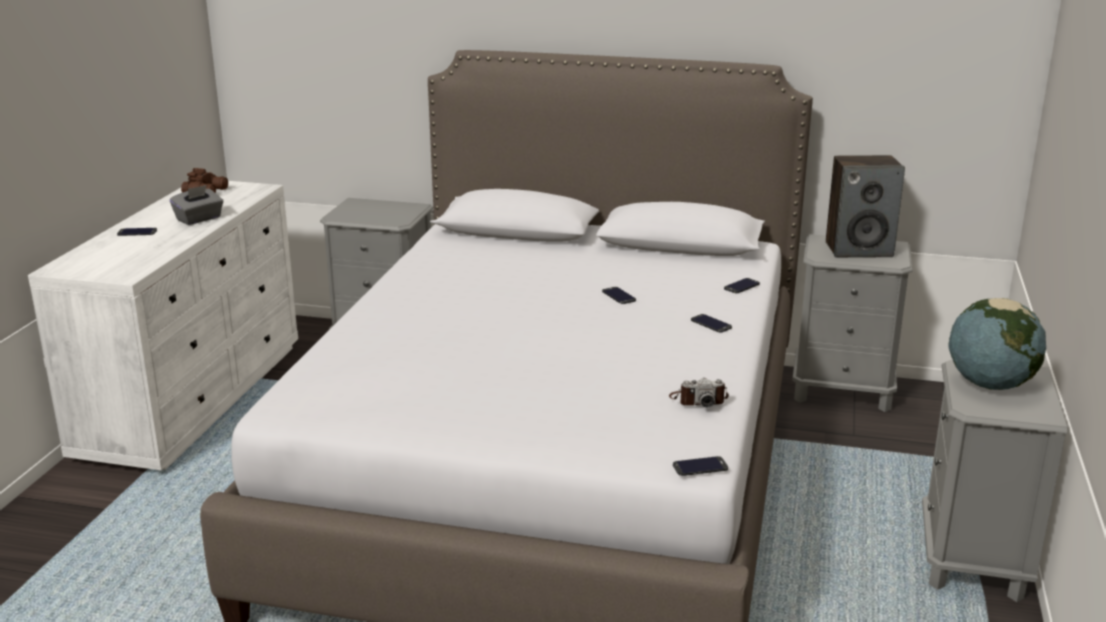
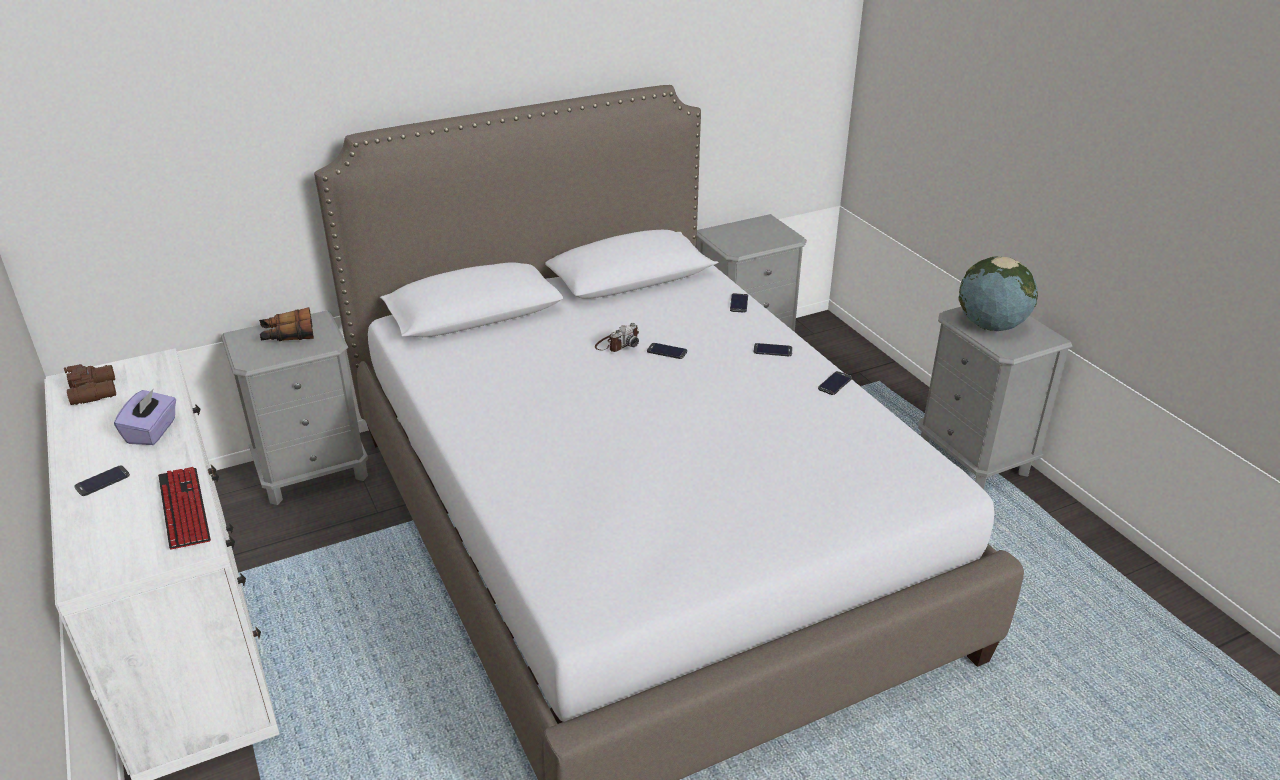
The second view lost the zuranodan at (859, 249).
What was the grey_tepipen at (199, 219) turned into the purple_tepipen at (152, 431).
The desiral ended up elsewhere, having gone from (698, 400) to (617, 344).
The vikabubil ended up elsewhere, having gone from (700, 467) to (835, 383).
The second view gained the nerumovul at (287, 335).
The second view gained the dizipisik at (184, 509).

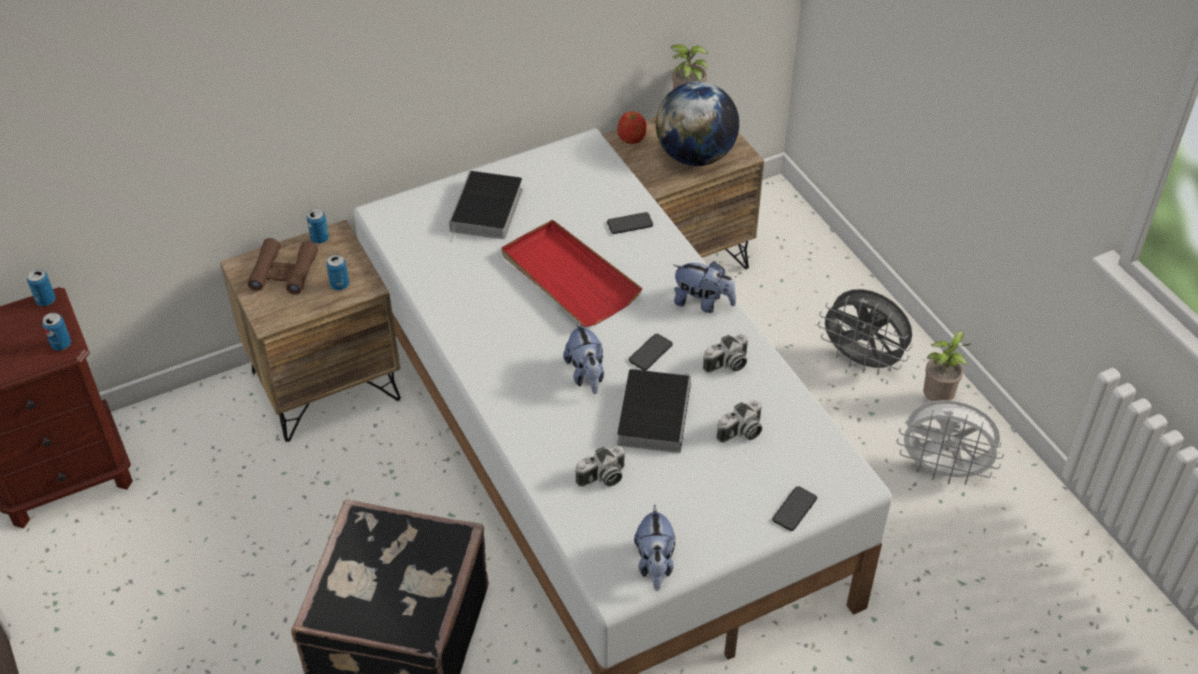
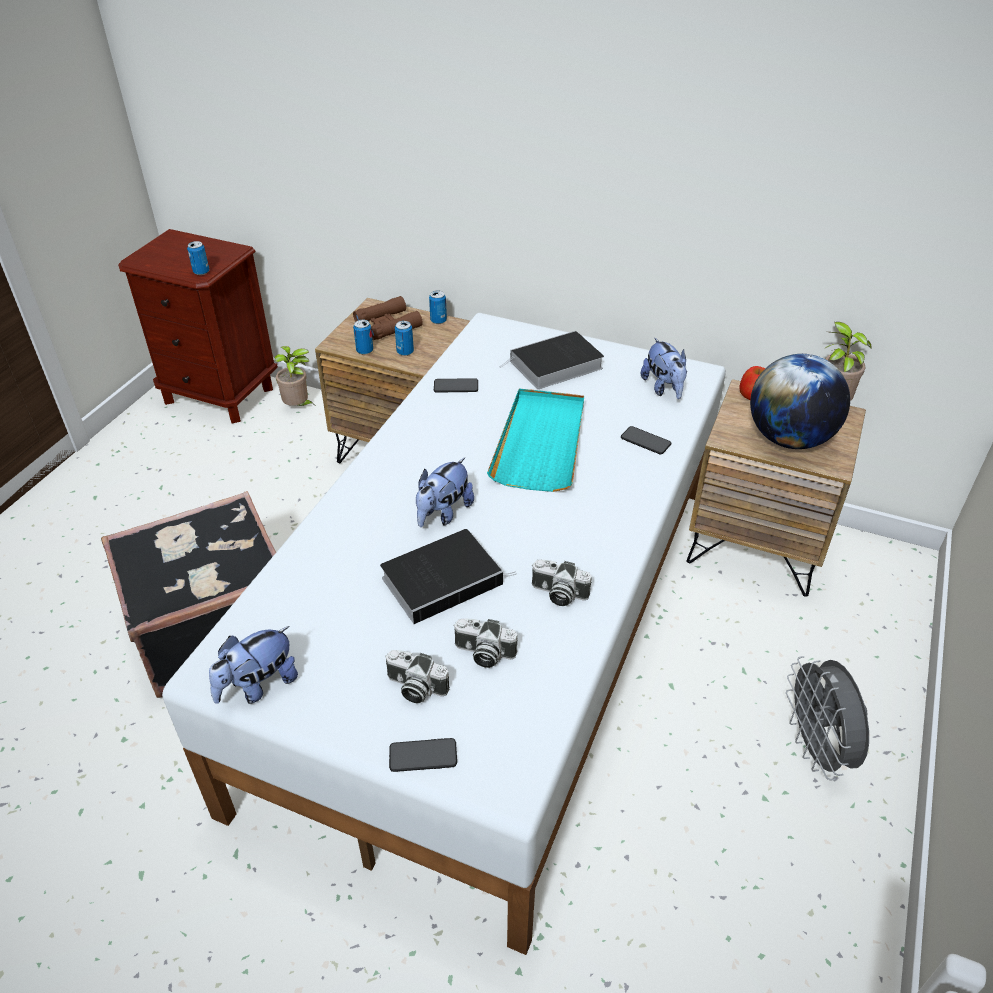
What was the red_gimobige at (568, 277) turned into the turquoise_gimobige at (540, 442).
The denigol ended up elsewhere, having gone from (702, 303) to (663, 388).
The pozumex ended up elsewhere, having gone from (46, 300) to (364, 351).
The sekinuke ended up elsewhere, having gone from (938, 399) to (298, 407).
The vikabubil ended up elsewhere, having gone from (650, 353) to (456, 386).
The second view lost the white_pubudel at (943, 470).
The desiral ended up elsewhere, having gone from (602, 478) to (414, 688).

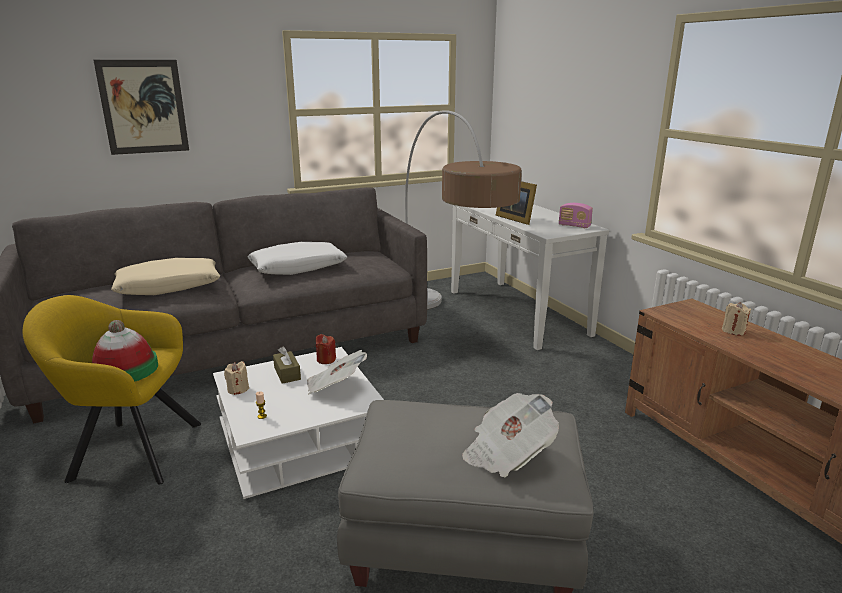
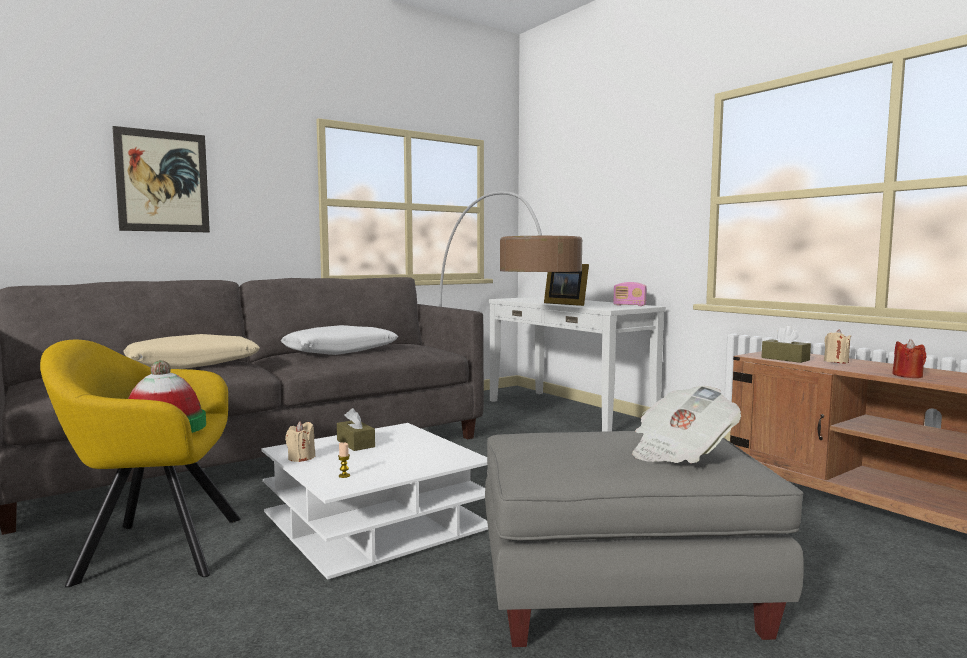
The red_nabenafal ended up elsewhere, having gone from (326, 360) to (907, 375).
The second view lost the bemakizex at (335, 387).
The second view gained the brown_tepipen at (785, 359).

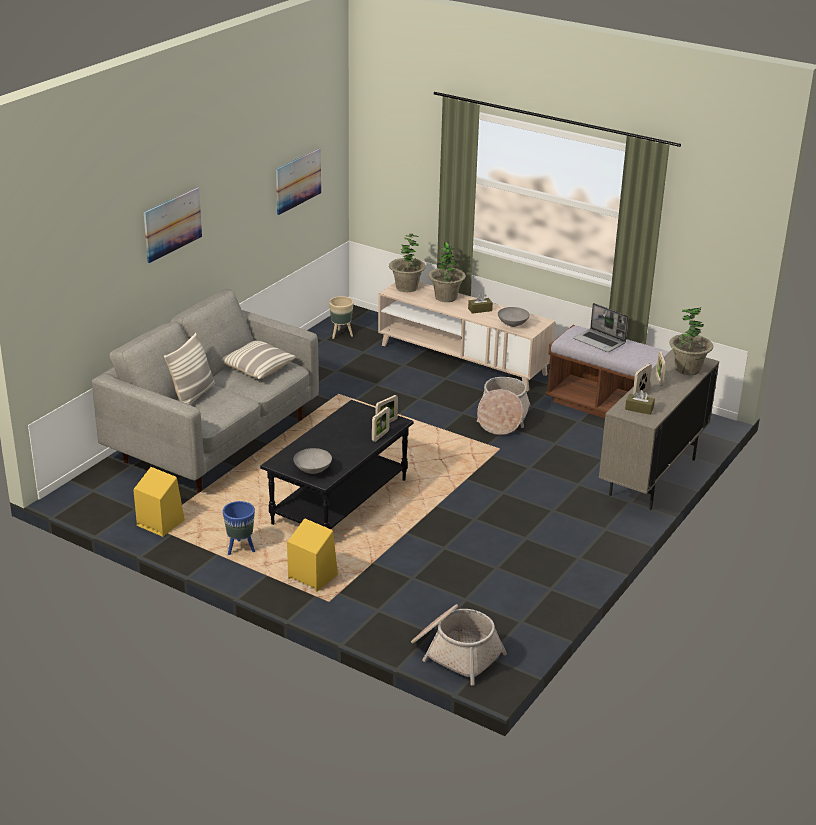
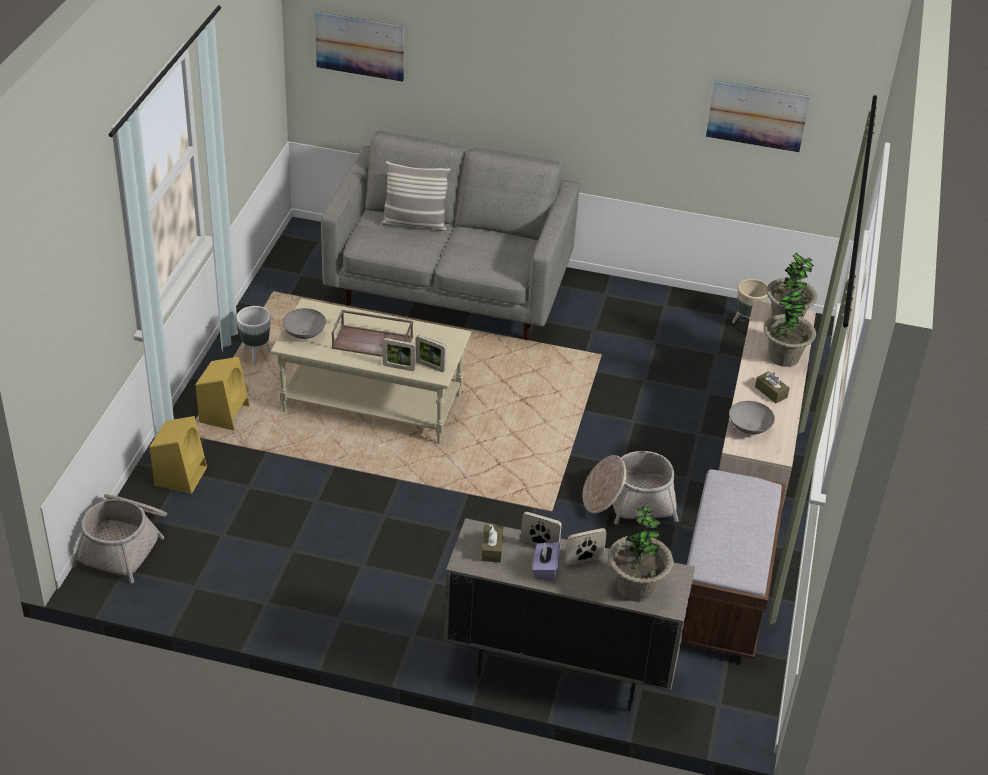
The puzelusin ended up elsewhere, having gone from (172, 224) to (360, 46).
The second view lost the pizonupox at (600, 341).
The second view lost the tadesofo at (257, 368).
What was the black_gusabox at (339, 501) turned into the beige_gusabox at (373, 403).
The yellow_zuranodan ended up elsewhere, having gone from (159, 523) to (181, 475).
What was the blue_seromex at (240, 549) turned into the white_seromex at (256, 355).
The second view gained the brown_gimobige at (373, 342).
The second view gained the purple_tepipen at (545, 568).

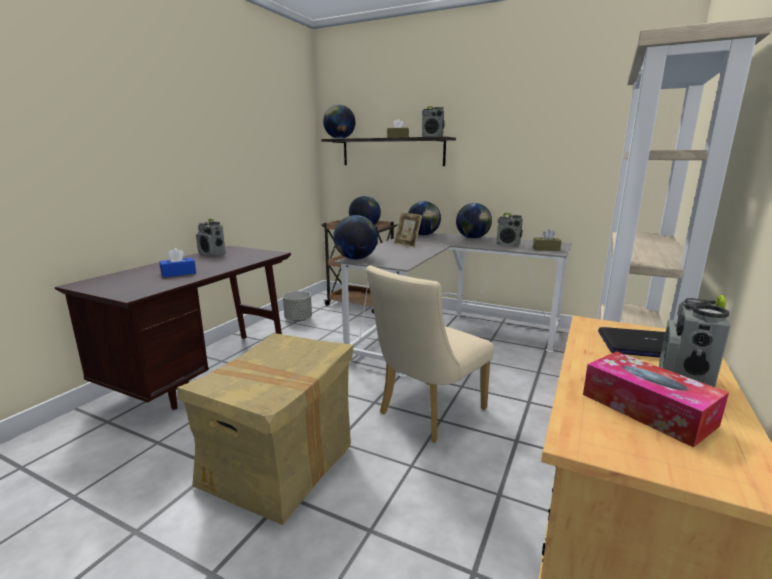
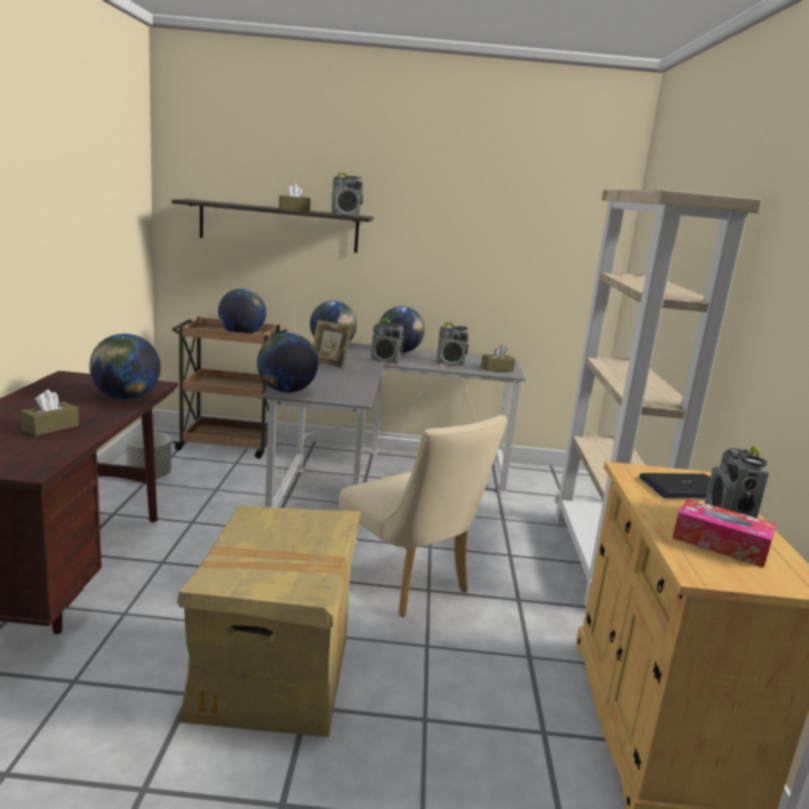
The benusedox ended up elsewhere, having gone from (339, 138) to (125, 398).
The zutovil ended up elsewhere, having gone from (212, 254) to (385, 360).
What was the blue_tepipen at (178, 273) turned into the brown_tepipen at (50, 427).
The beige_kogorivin at (426, 414) ended up facing another way, 60 degrees counterclockwise from before.

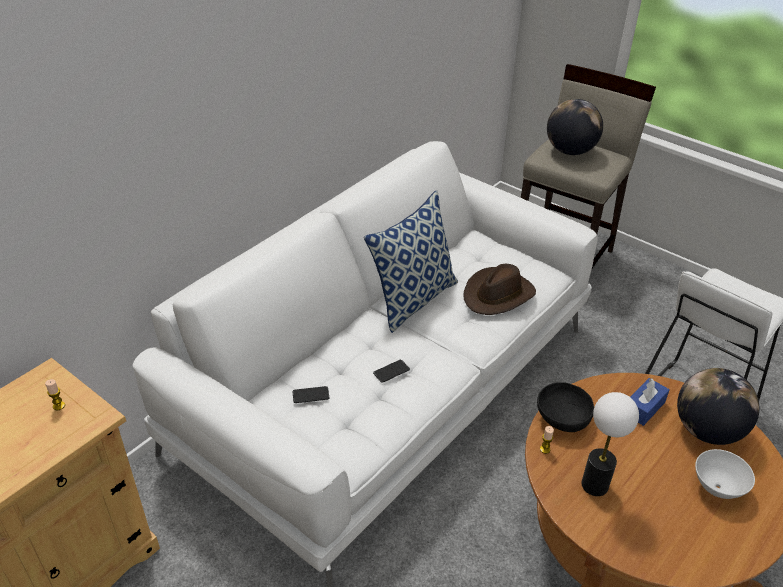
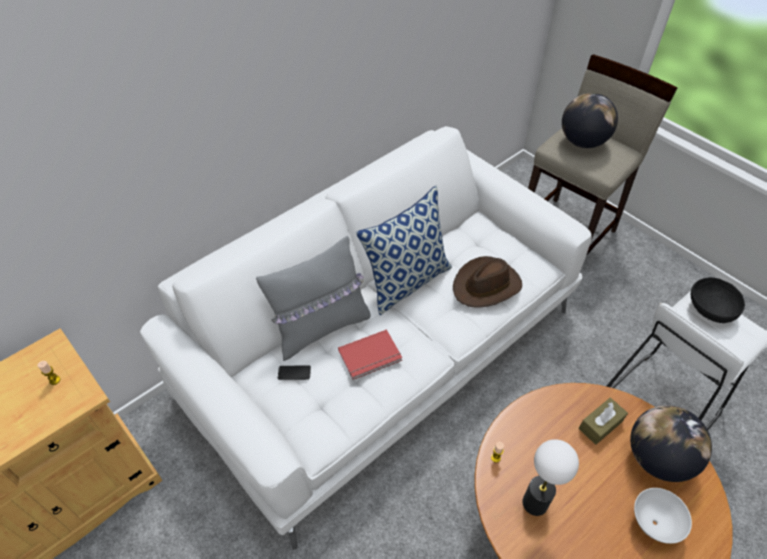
Where the vikabubil stood at (391, 371), the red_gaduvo came to stand at (371, 357).
What was the blue_tepipen at (644, 408) turned into the brown_tepipen at (600, 425).
The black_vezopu ended up elsewhere, having gone from (561, 418) to (709, 309).
The second view gained the grey_tadesofo at (321, 327).

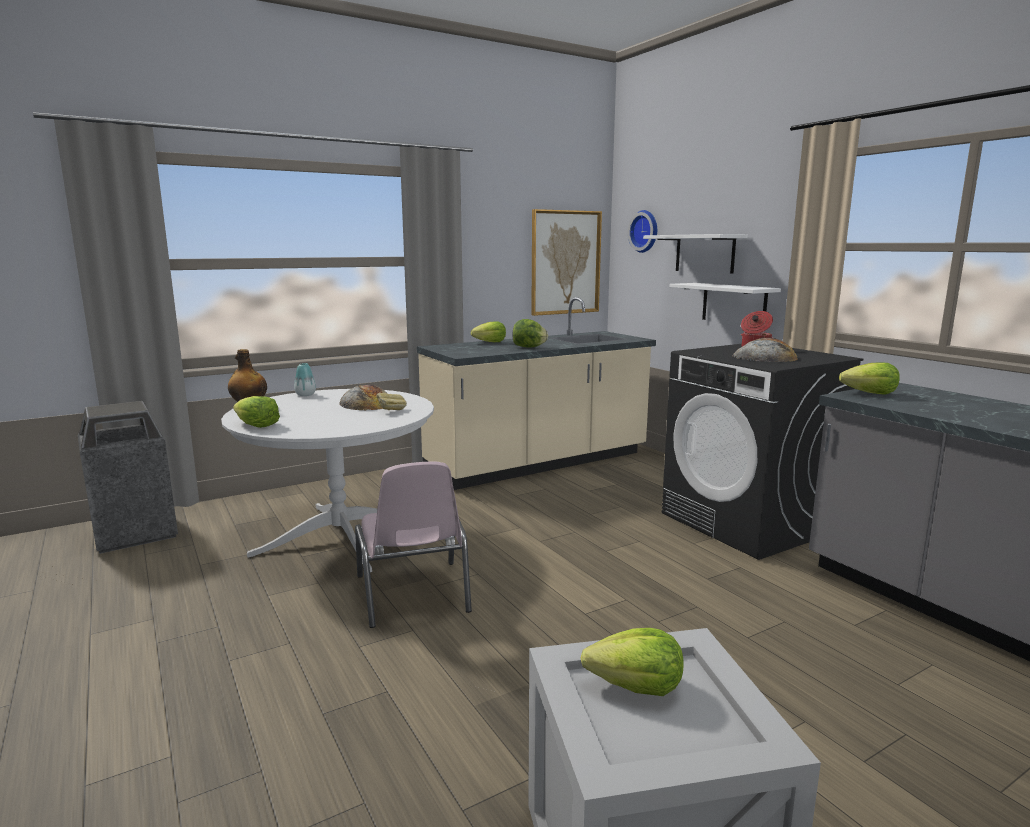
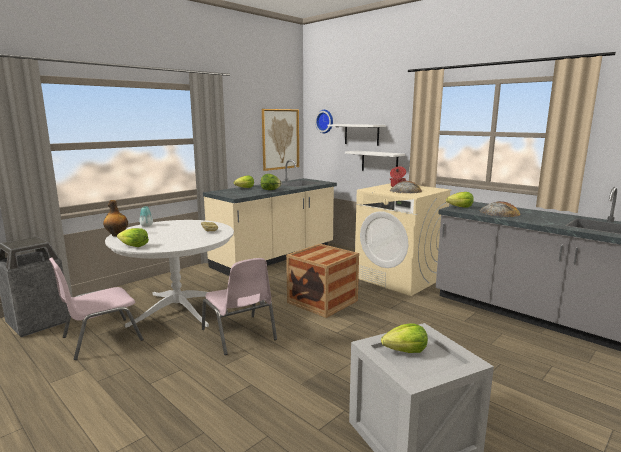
What was the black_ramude at (748, 523) turned into the beige_ramude at (399, 278).
The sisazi ended up elsewhere, having gone from (366, 403) to (499, 213).
The second view gained the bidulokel at (322, 301).
The second view gained the pink_kogorivin at (101, 338).

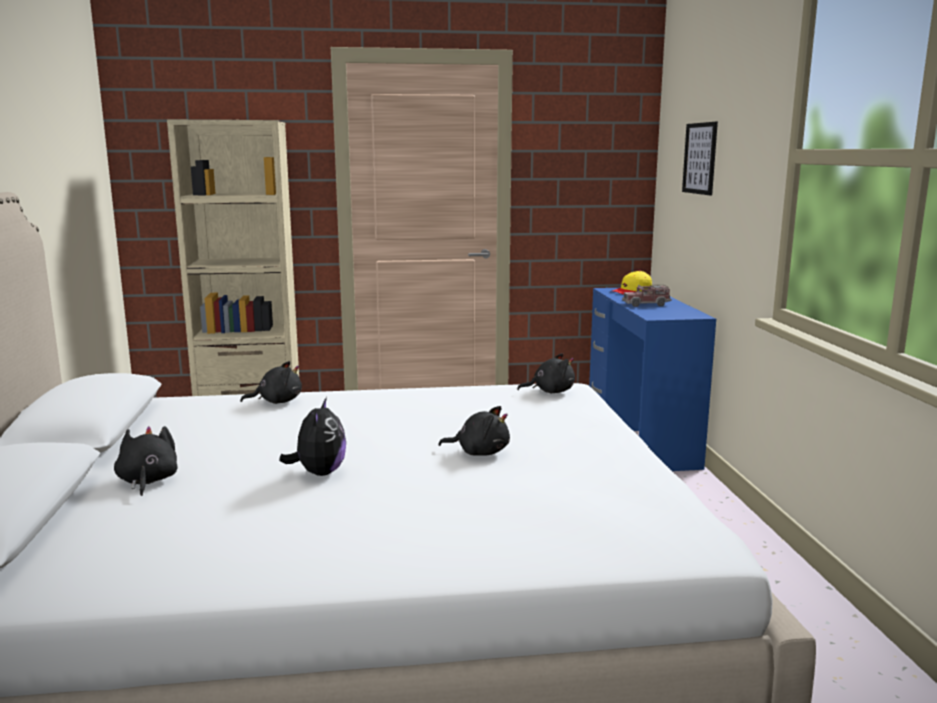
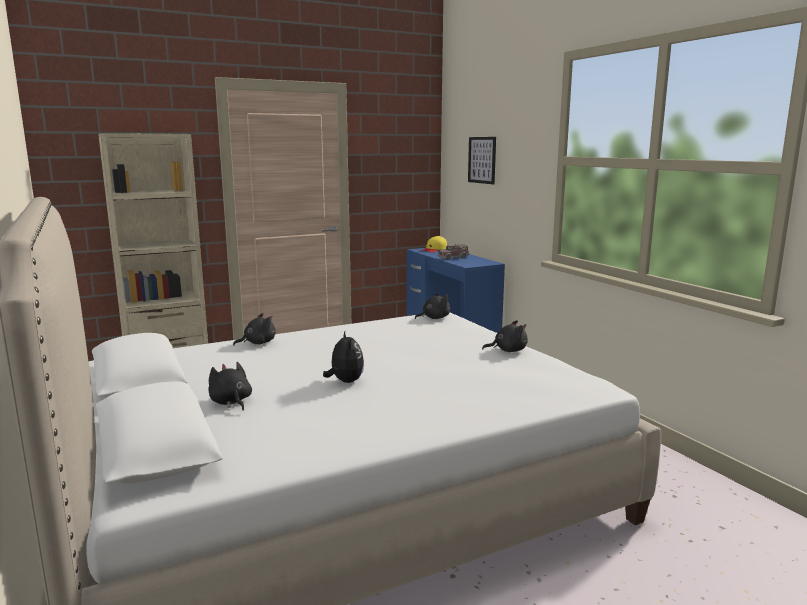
The black_denigol ended up elsewhere, having gone from (479, 452) to (507, 350).

